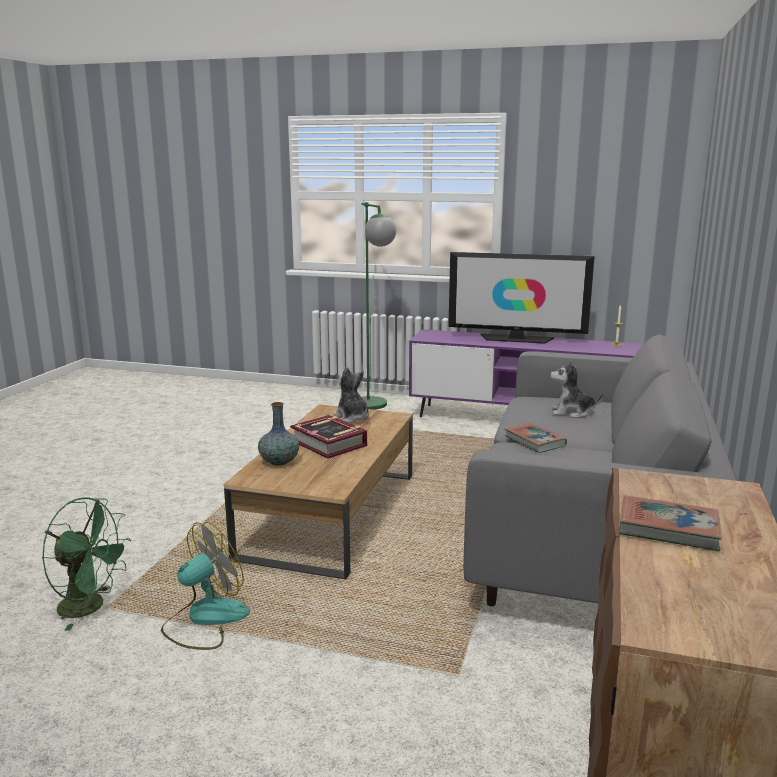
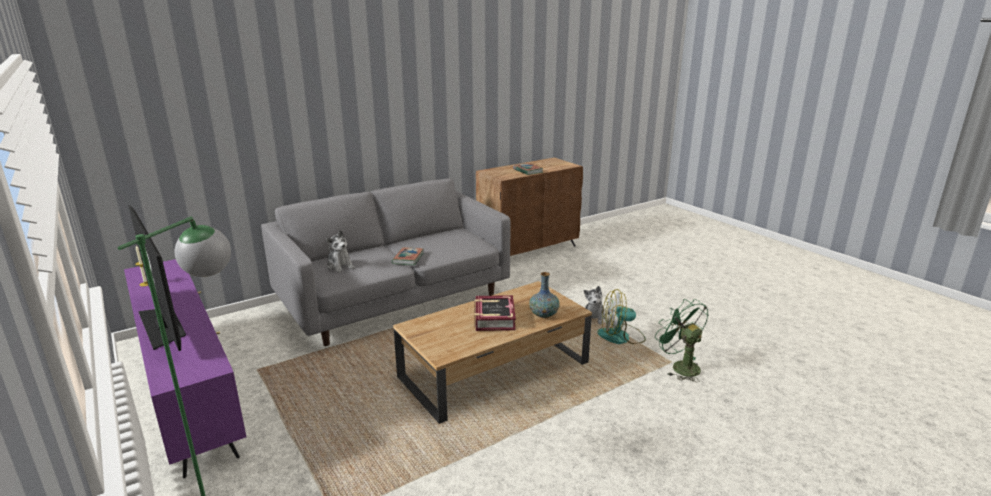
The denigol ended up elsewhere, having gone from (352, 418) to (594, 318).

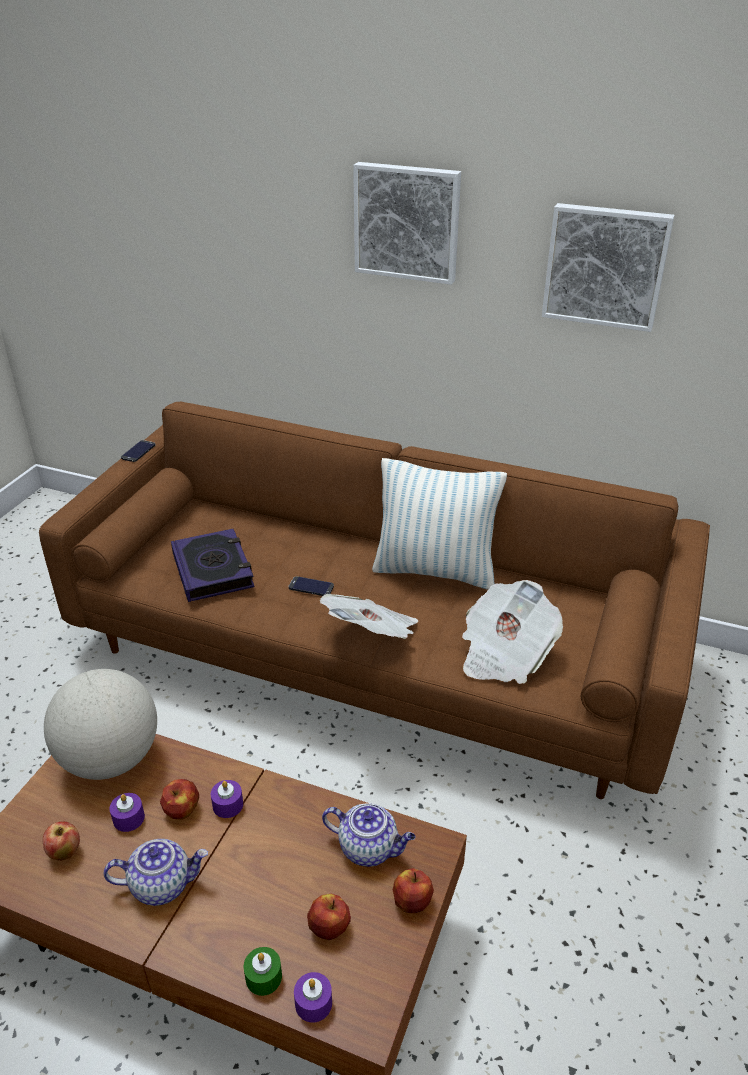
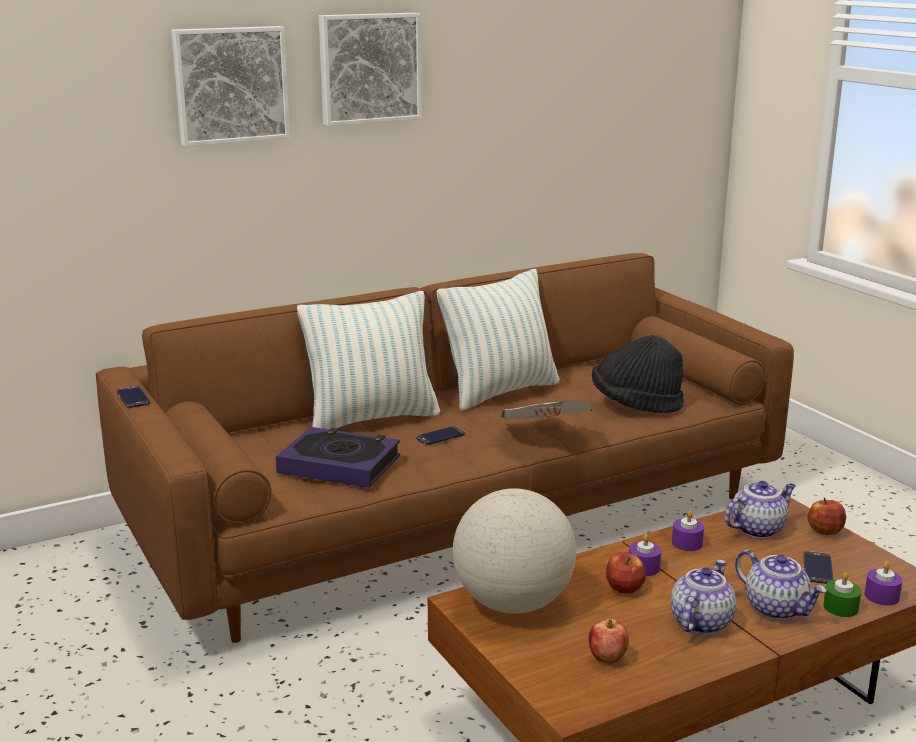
The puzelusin ended up elsewhere, having gone from (605, 266) to (230, 85).
Where the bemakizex stood at (504, 653), the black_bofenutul came to stand at (636, 404).
The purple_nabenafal ended up elsewhere, having gone from (128, 818) to (687, 543).
Where the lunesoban stood at (329, 927), the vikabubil came to stand at (818, 568).
The second view gained the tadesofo at (372, 418).
The second view gained the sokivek at (776, 608).

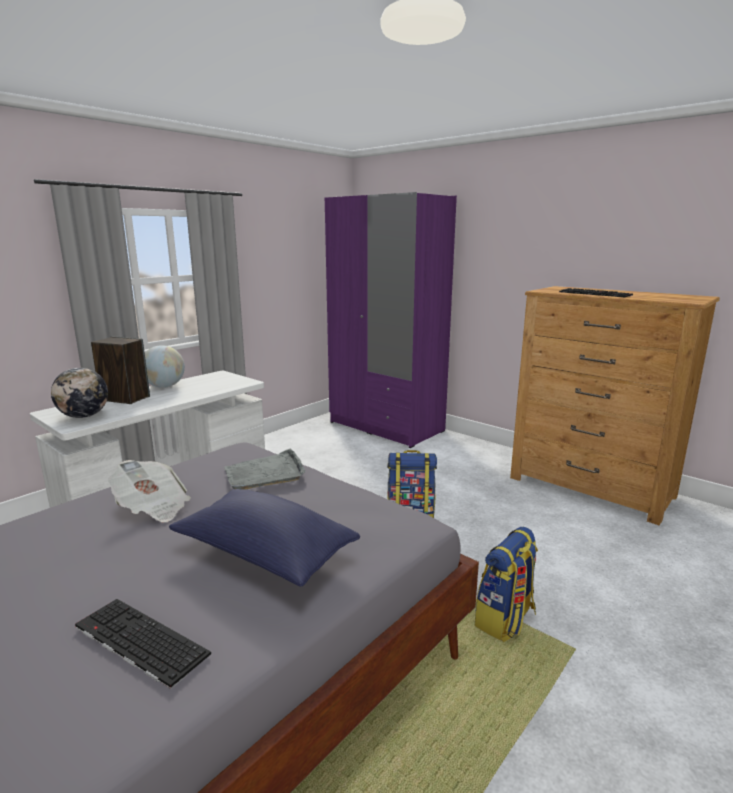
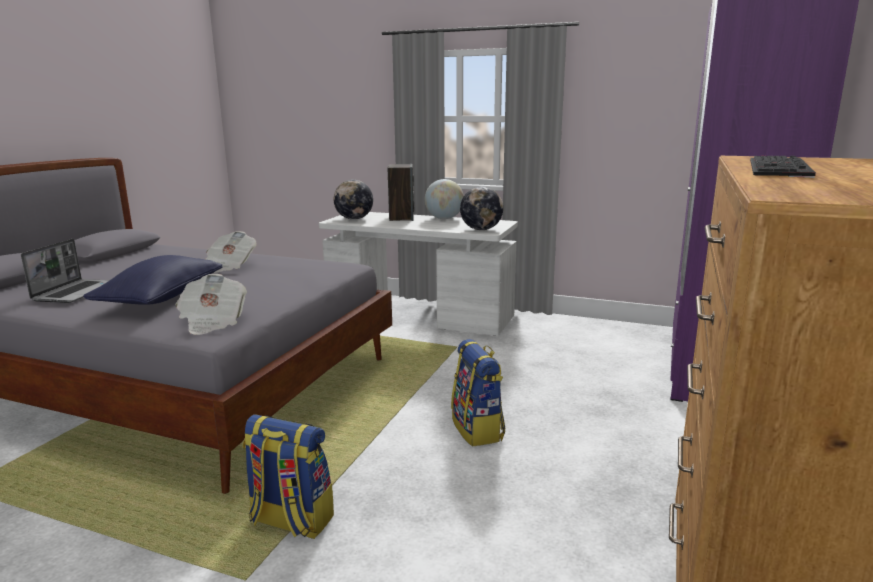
The second view lost the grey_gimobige at (265, 473).
Where the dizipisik stood at (138, 641), the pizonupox came to stand at (76, 292).
The second view gained the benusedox at (481, 229).
The second view gained the bemakizex at (212, 322).

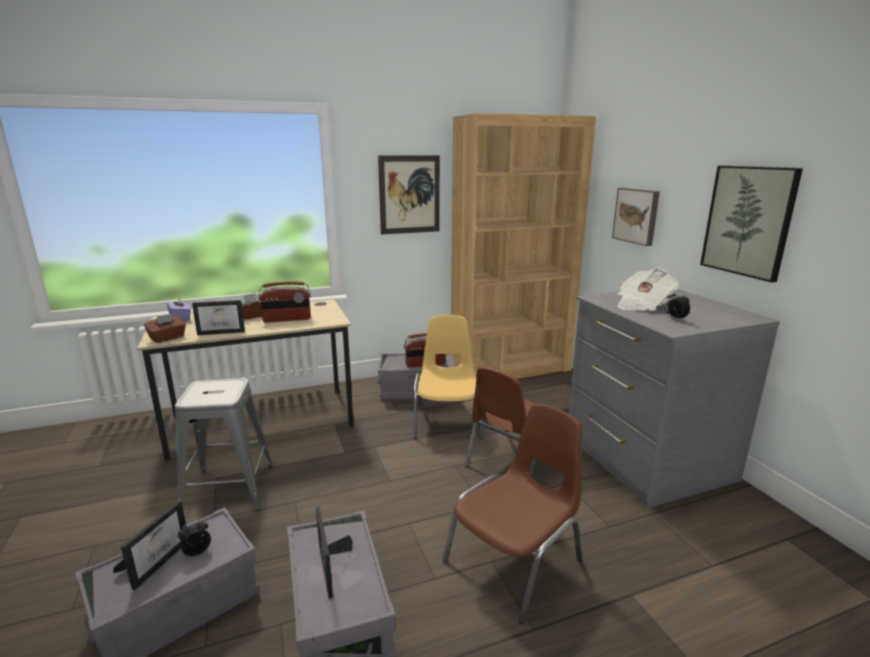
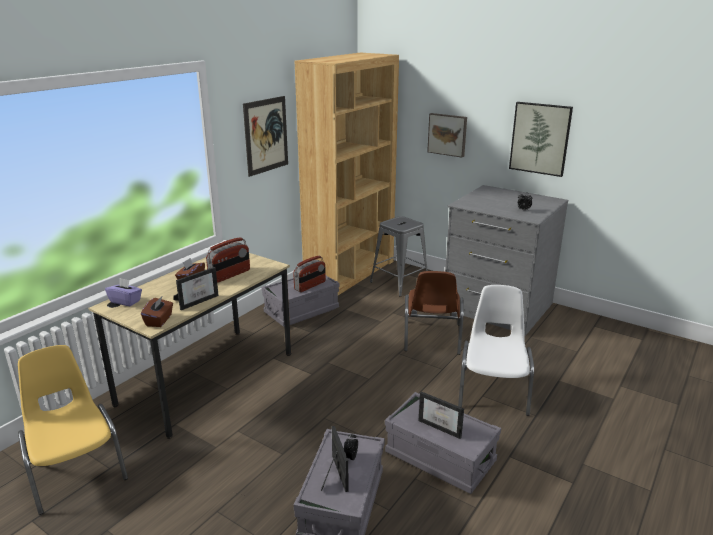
The second view lost the bemakizex at (642, 305).
The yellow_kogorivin ended up elsewhere, having gone from (448, 420) to (76, 469).
The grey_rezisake ended up elsewhere, having gone from (229, 489) to (399, 282).
What was the brown_kogorivin at (515, 561) turned into the white_kogorivin at (493, 390).

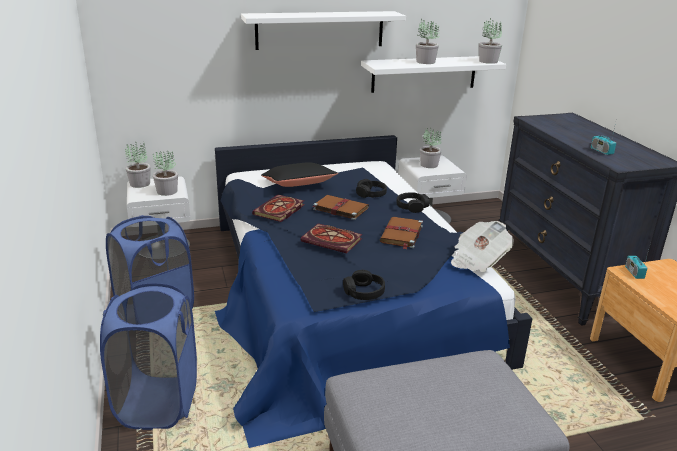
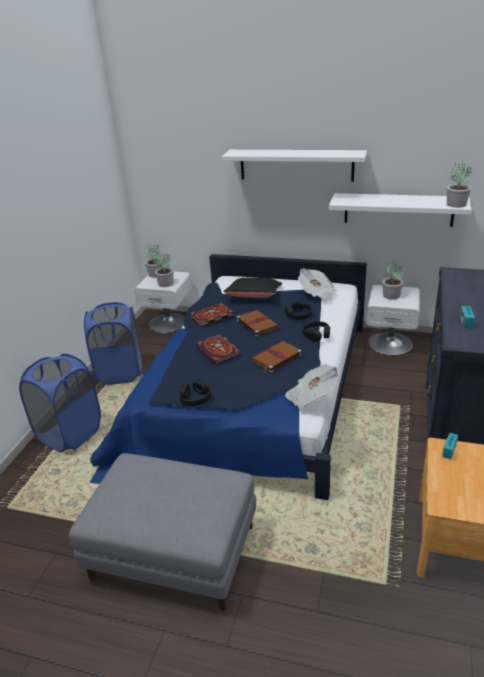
The second view lost the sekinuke at (425, 62).
The second view gained the bemakizex at (317, 294).

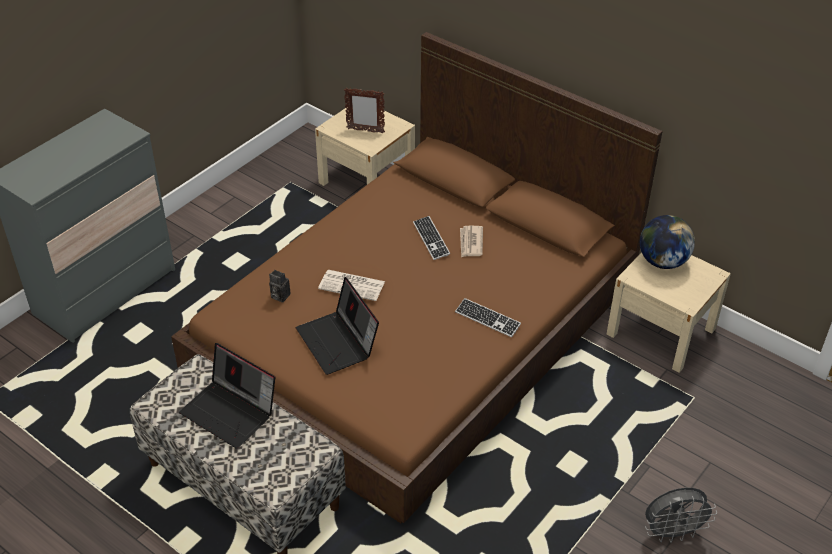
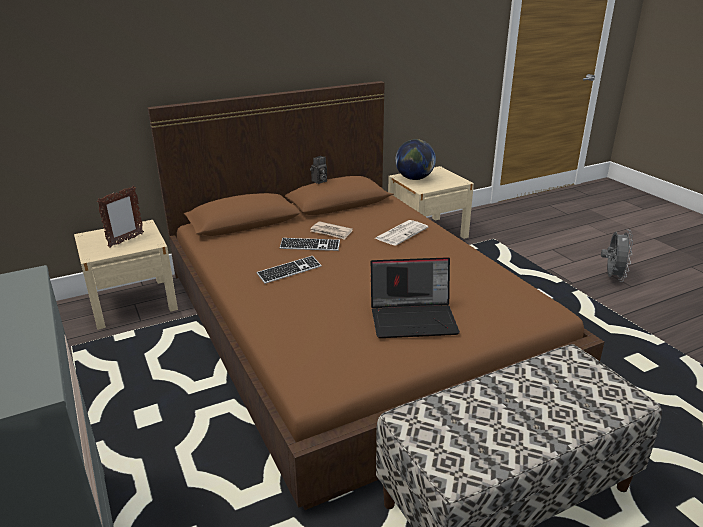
The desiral ended up elsewhere, having gone from (279, 296) to (319, 181).
The bemakizex ended up elsewhere, having gone from (353, 285) to (401, 233).
The dizipisik ended up elsewhere, having gone from (487, 319) to (289, 271).
The second view lost the pizonupox at (231, 412).

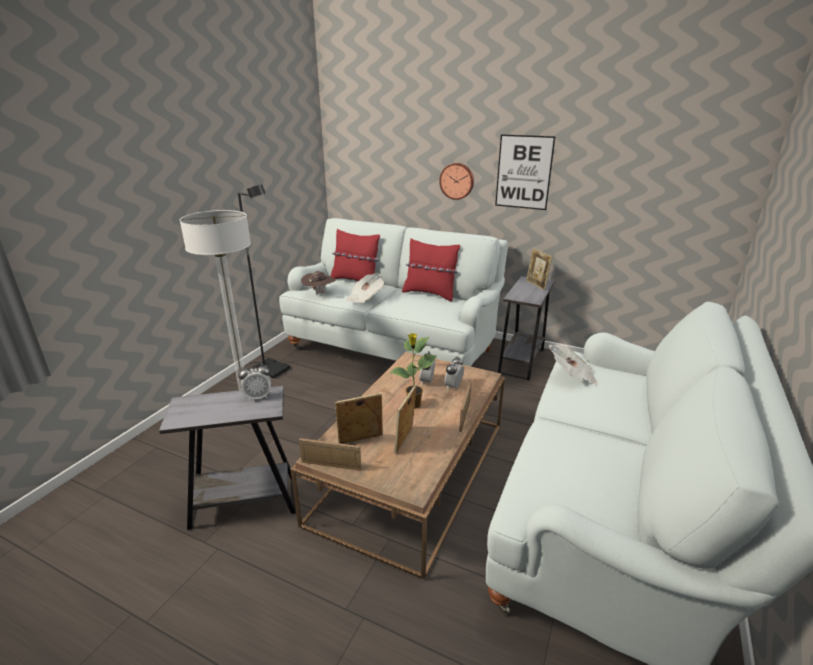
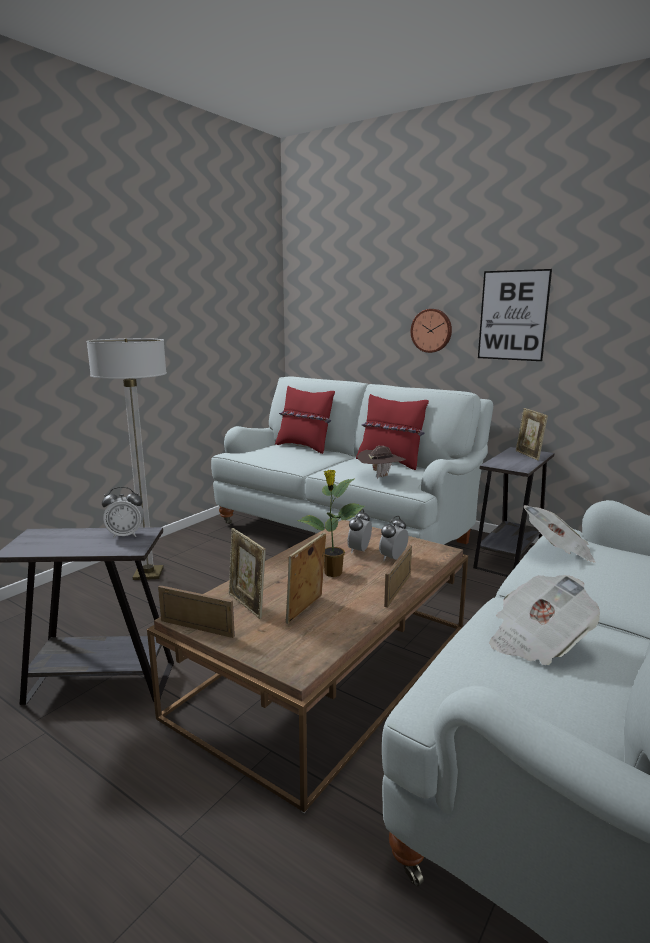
The second view lost the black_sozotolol at (272, 369).
The brown_bofenutul ended up elsewhere, having gone from (319, 293) to (380, 476).
The bemakizex ended up elsewhere, having gone from (365, 297) to (537, 641).
The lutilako at (360, 441) ended up facing another way, 120 degrees counterclockwise from before.

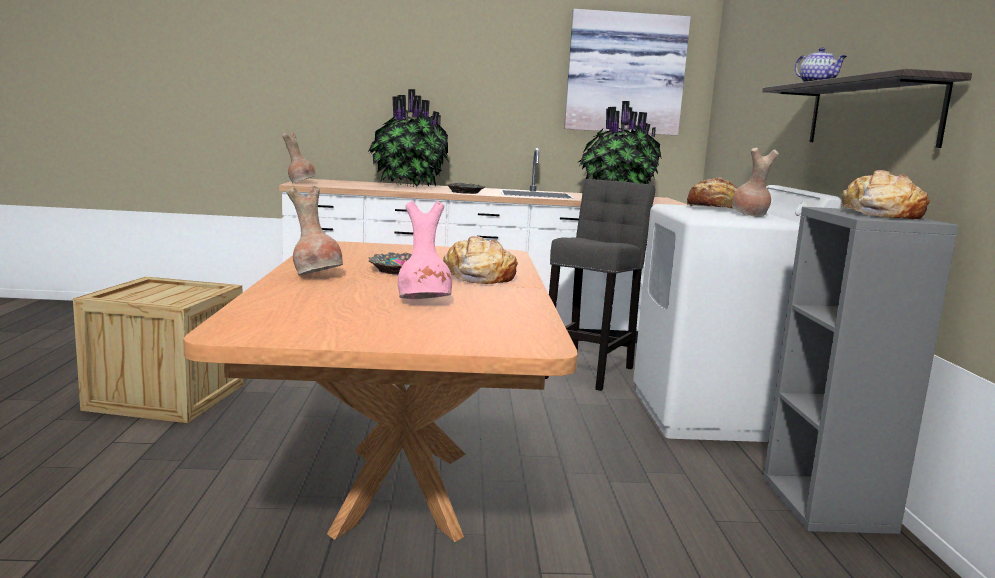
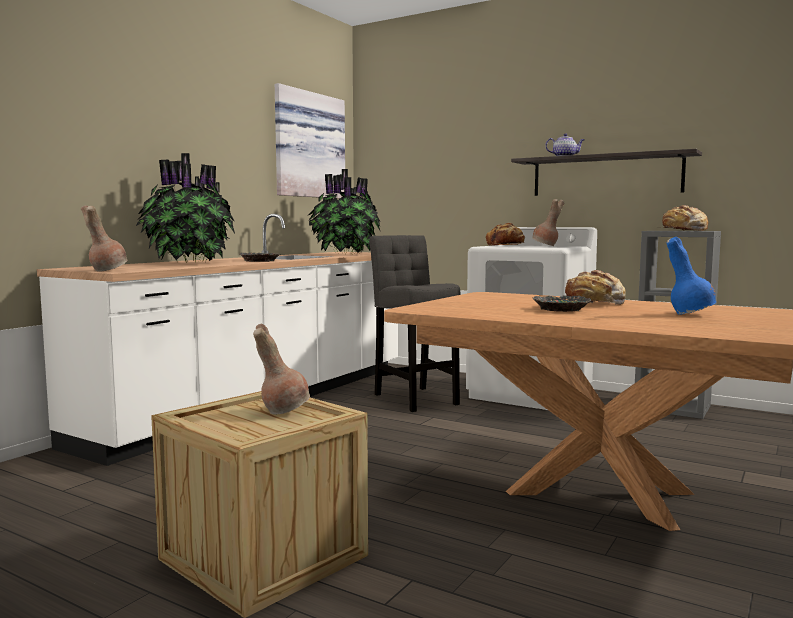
The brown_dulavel ended up elsewhere, having gone from (317, 276) to (283, 411).
What was the pink_dulavel at (425, 302) turned into the blue_dulavel at (690, 314).

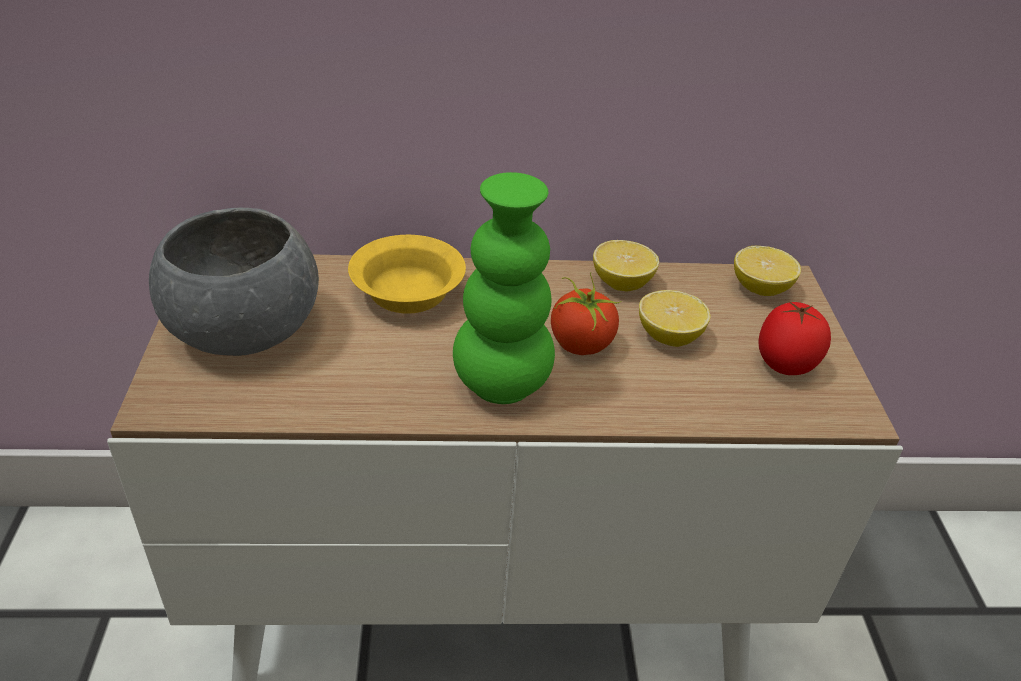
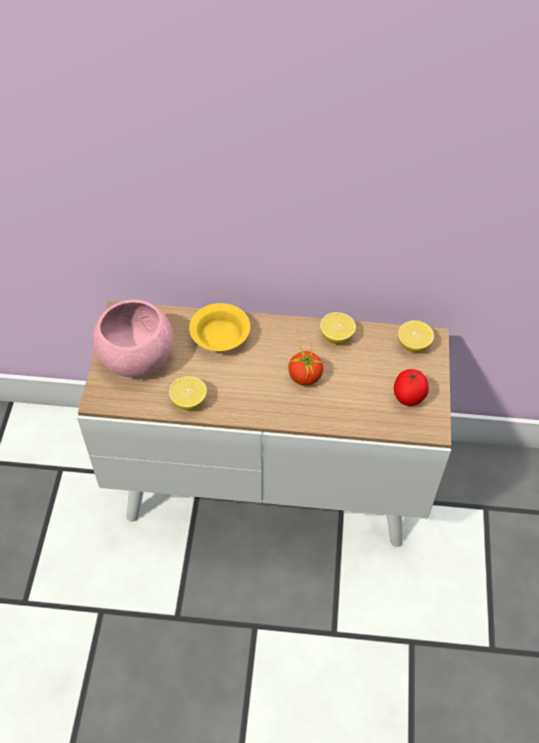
The second view lost the green_dulavel at (501, 385).
What was the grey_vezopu at (243, 329) turned into the pink_vezopu at (136, 356).
The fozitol ended up elsewhere, having gone from (669, 336) to (189, 401).

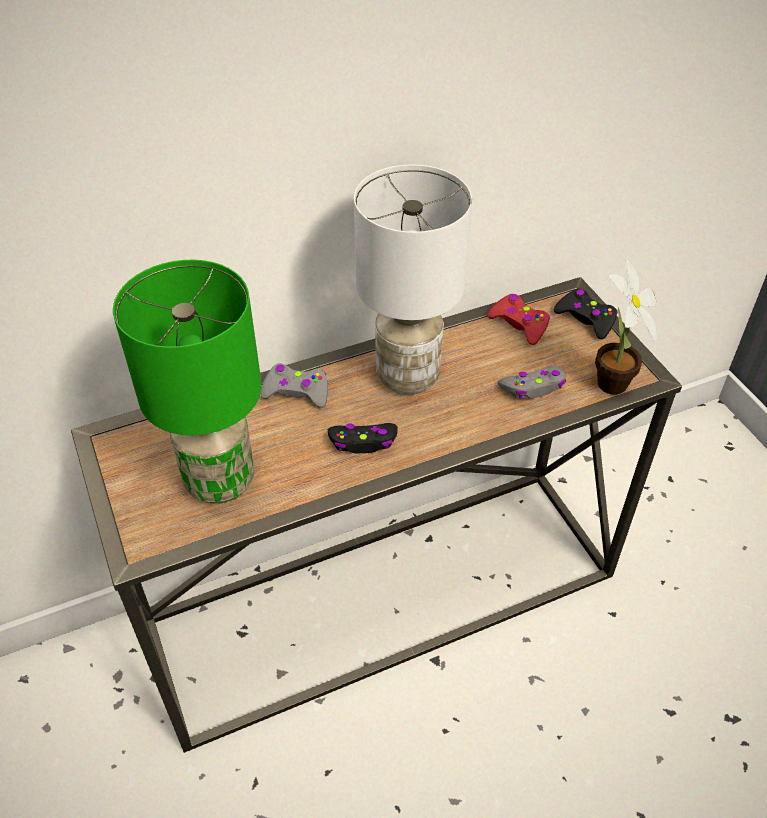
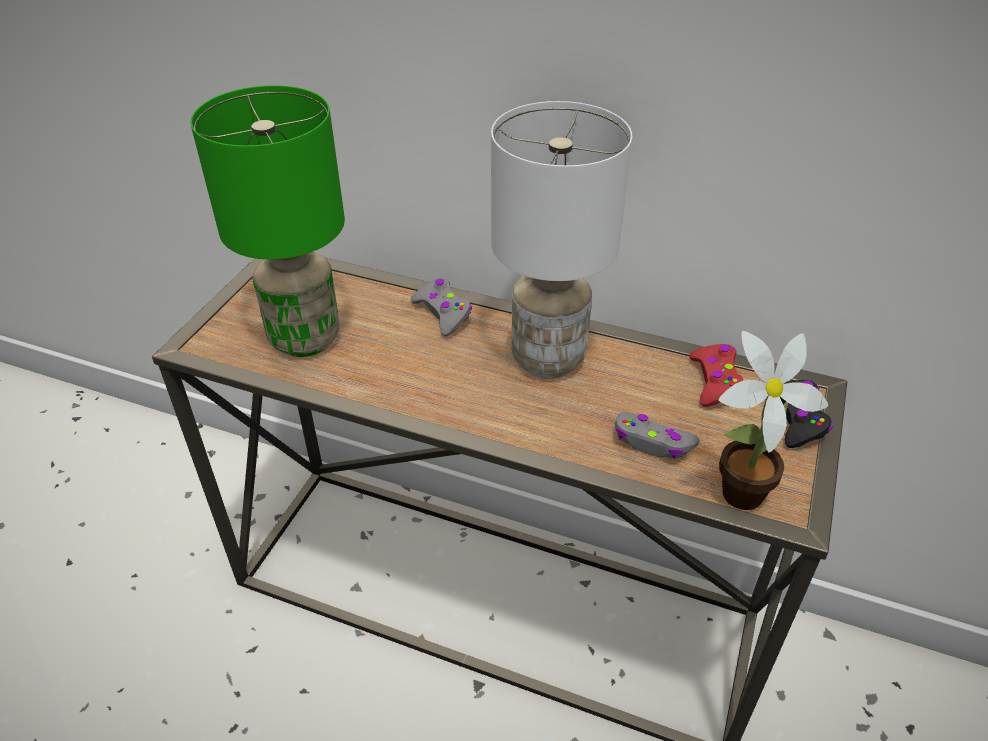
The second view lost the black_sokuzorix at (363, 442).

